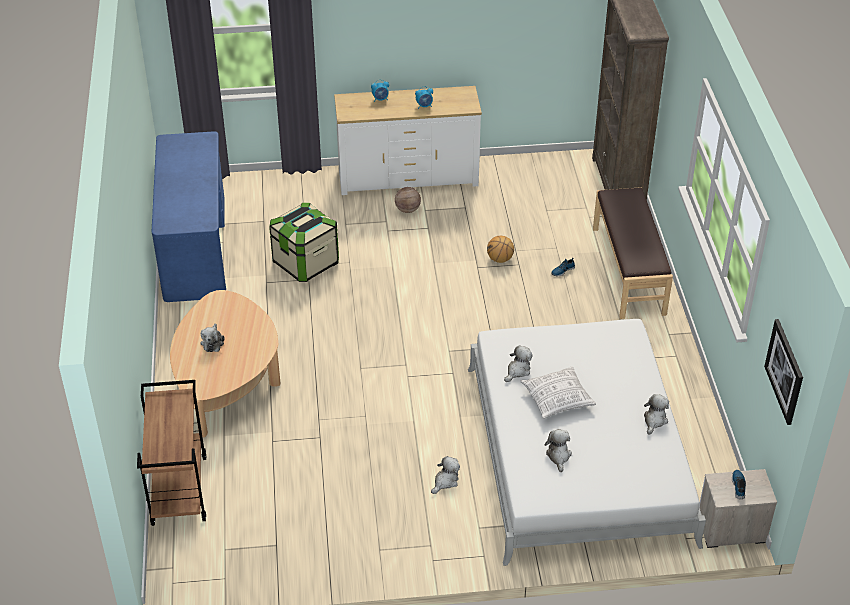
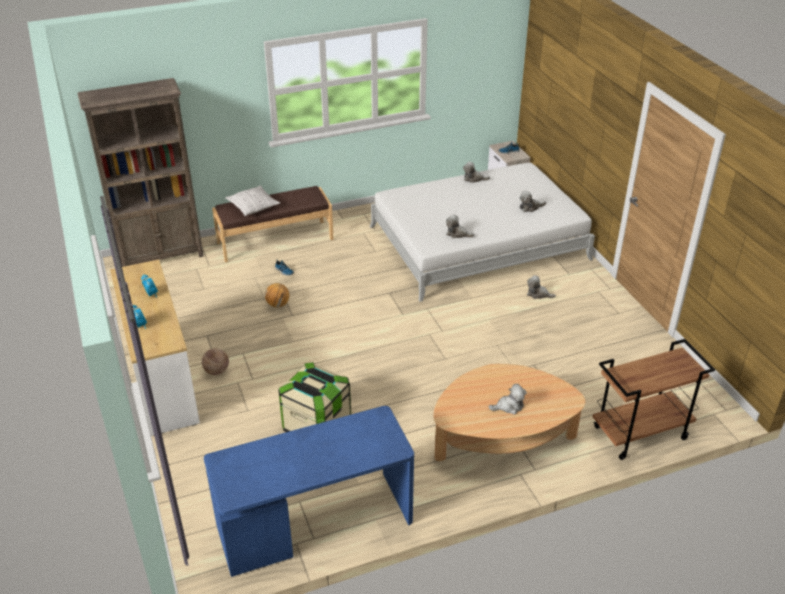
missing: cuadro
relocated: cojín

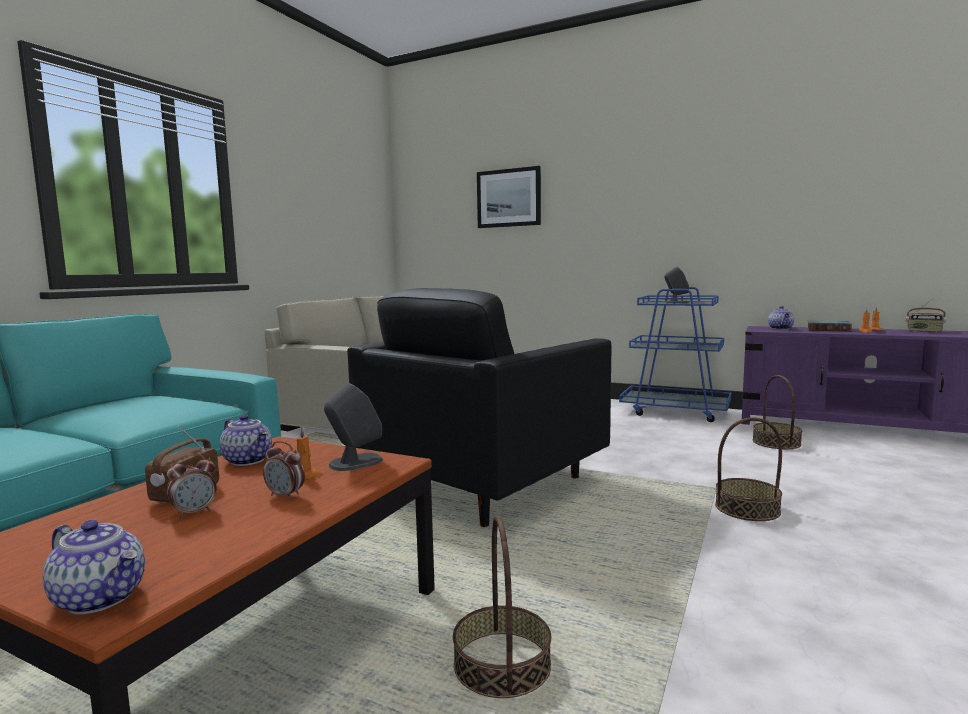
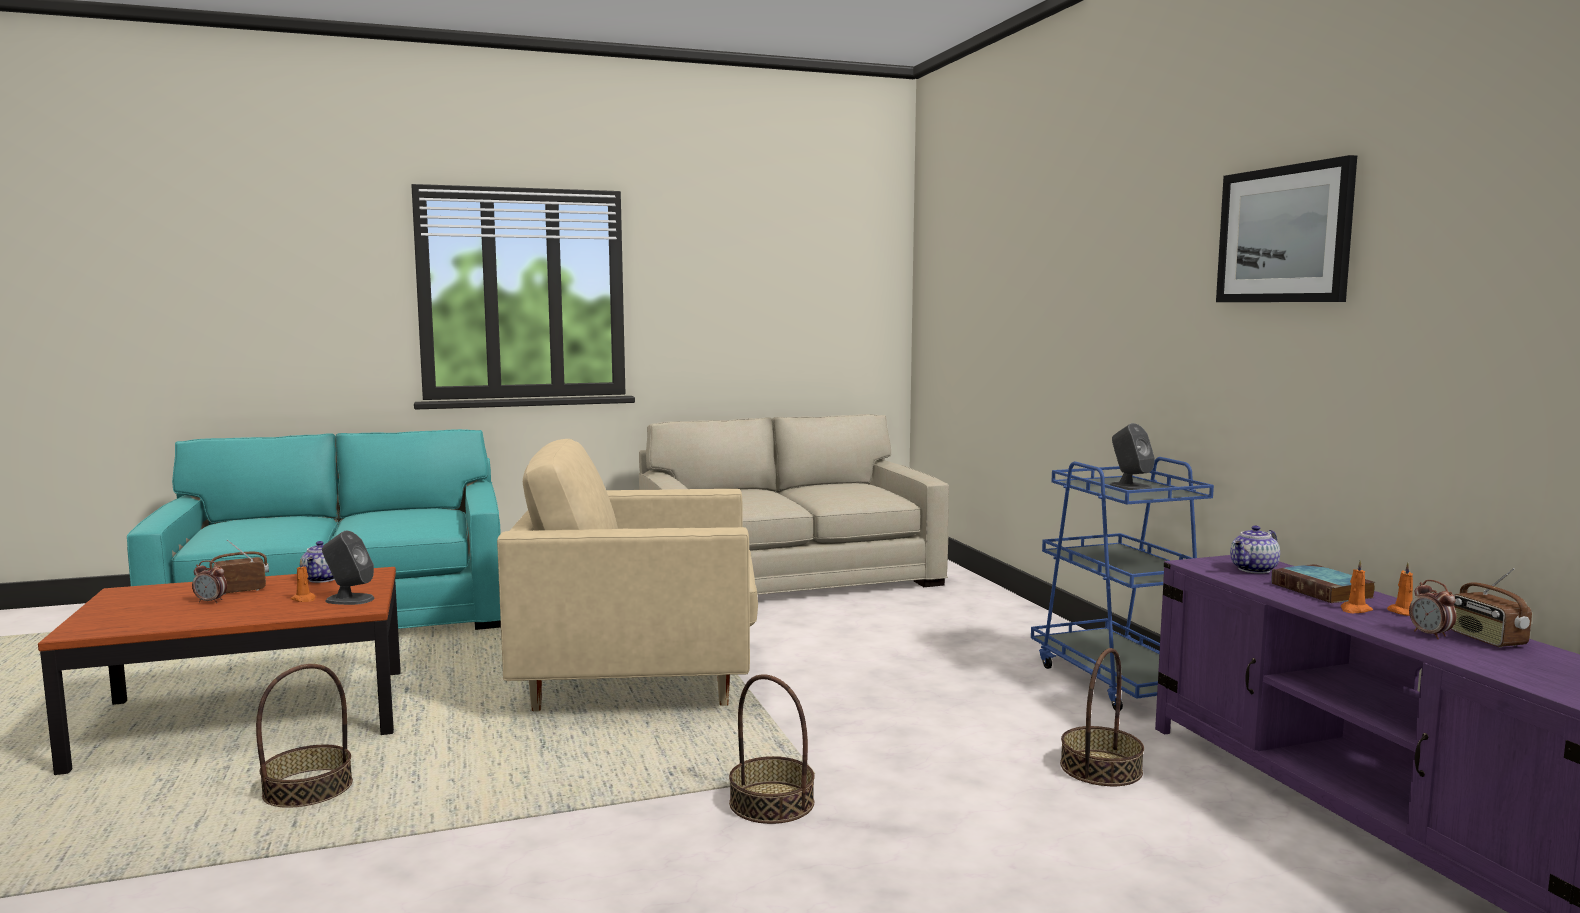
missing: tetera (no. 1 from left)
relocated: despertador (no. 2 from left); cuadro
colour: sillón/negro to sillón/beis

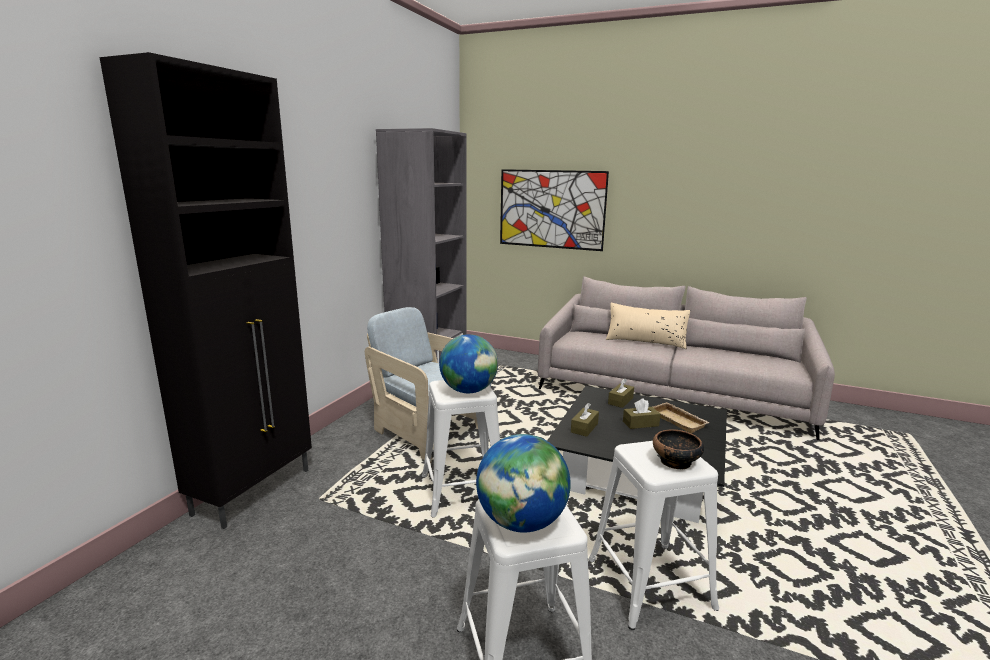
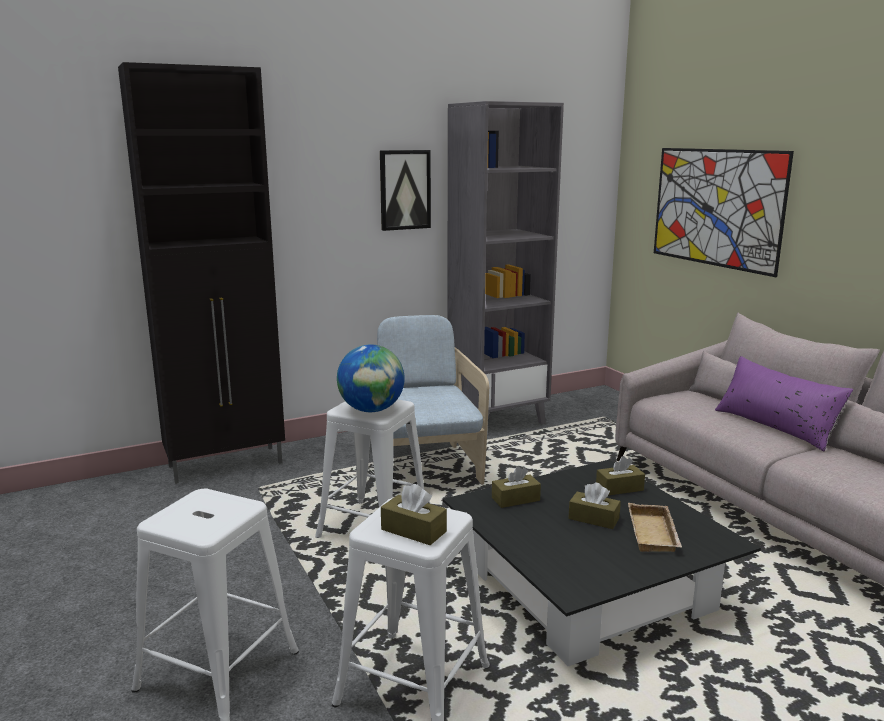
missing: globo terráqueo (no. 2 from left)
appeared: cuadro (no. 1 from left)
exchanged: cuenco to caja de pañuelos/marrón (no. 1 from left)
colour: cojín/beis to cojín/morado

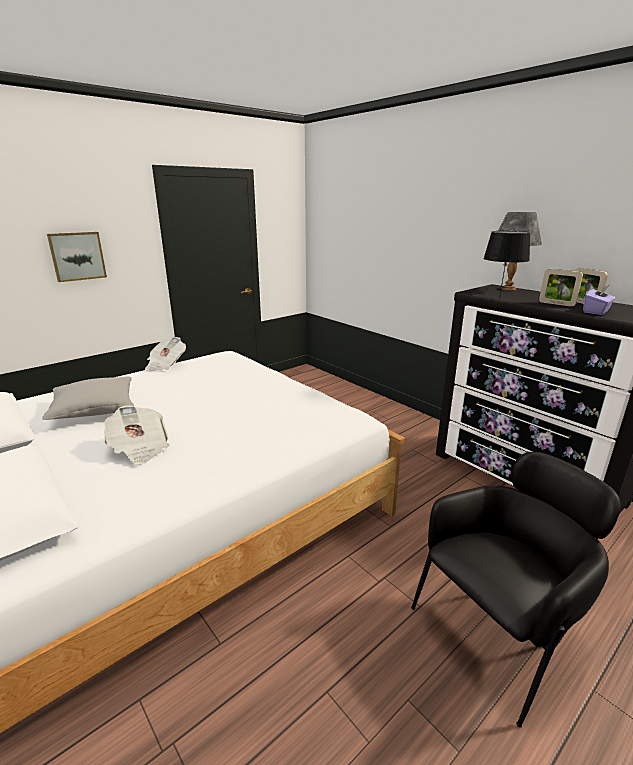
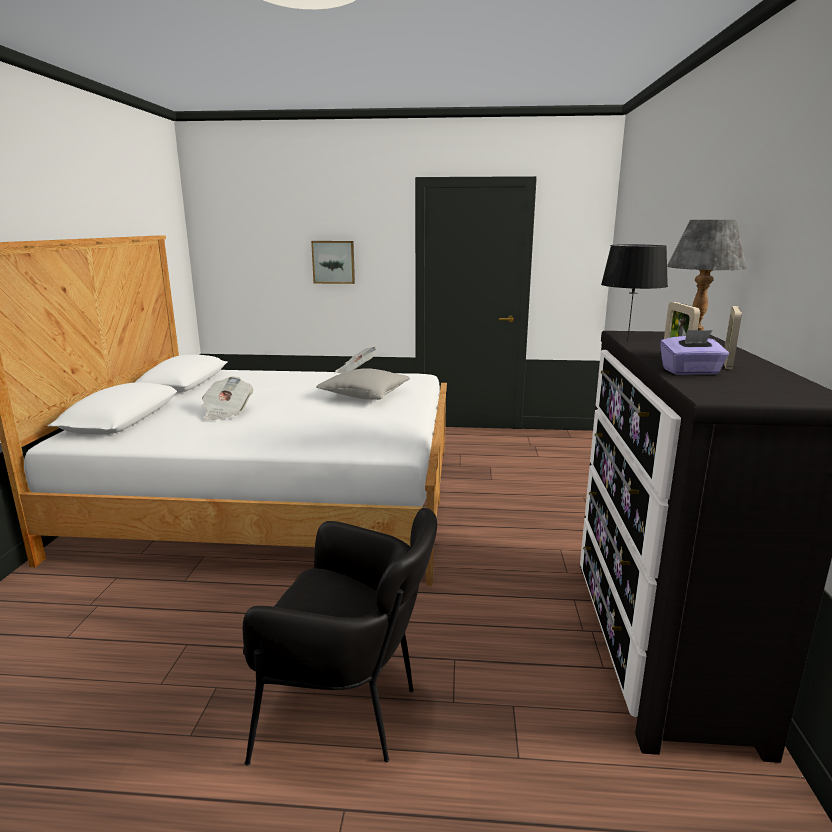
relocated: cojín/gris

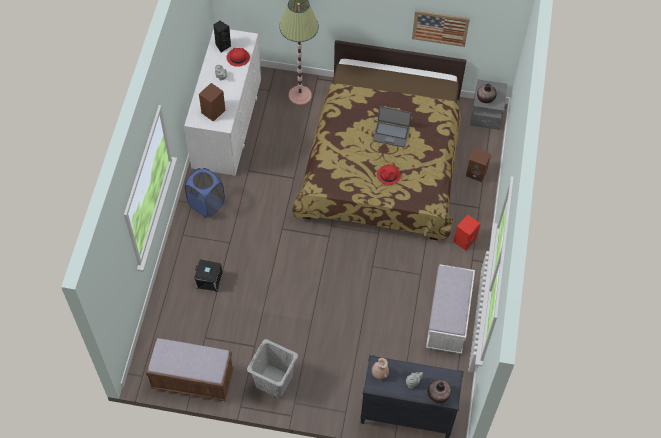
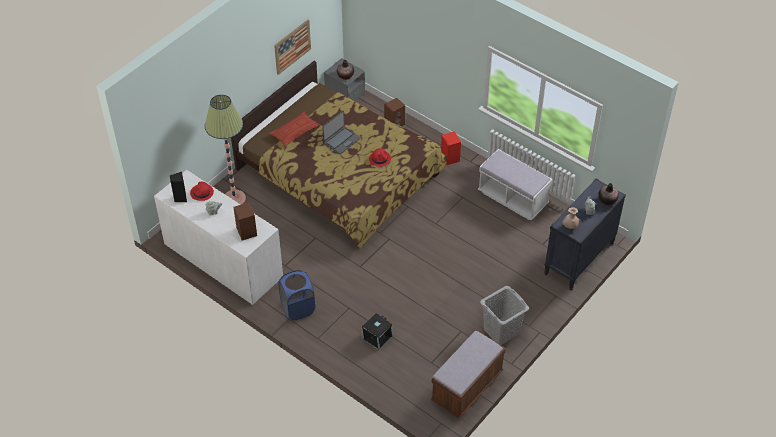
appeared: cojín

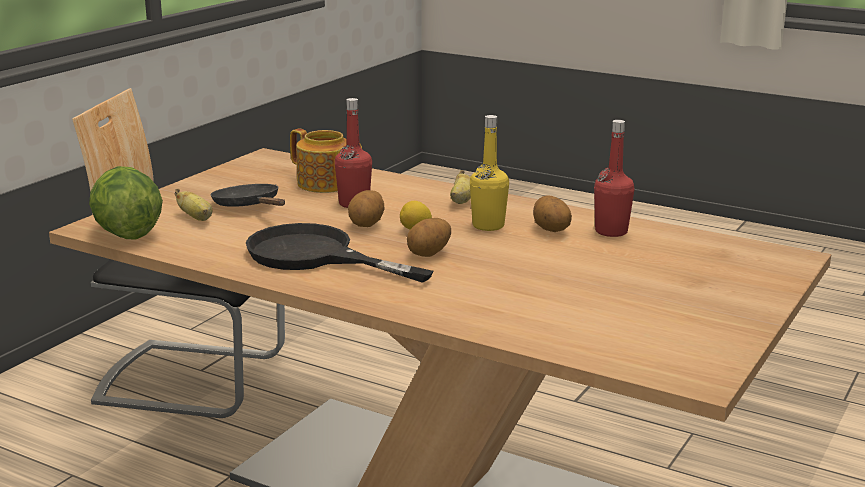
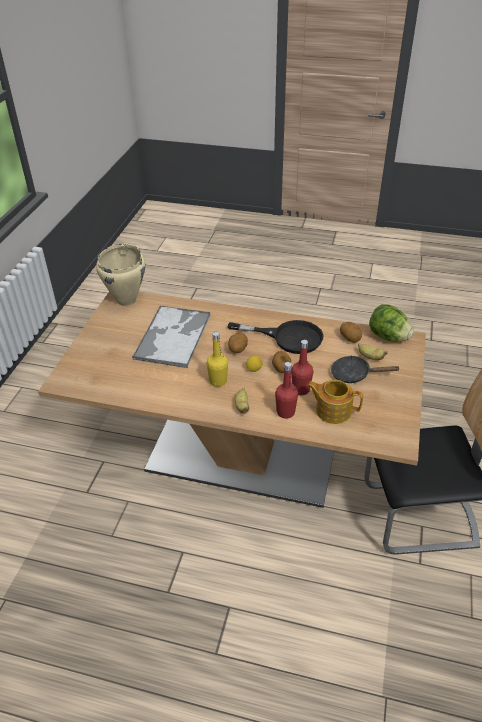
appeared: olla/beis; bandeja
relocated: patata (no. 3 from left); botella/rojo (no. 2 from left in the first image) to botella/rojo (no. 1 from left)
spun: sartén/negro (no. 1 from left in the first image) 150 degrees clockwise

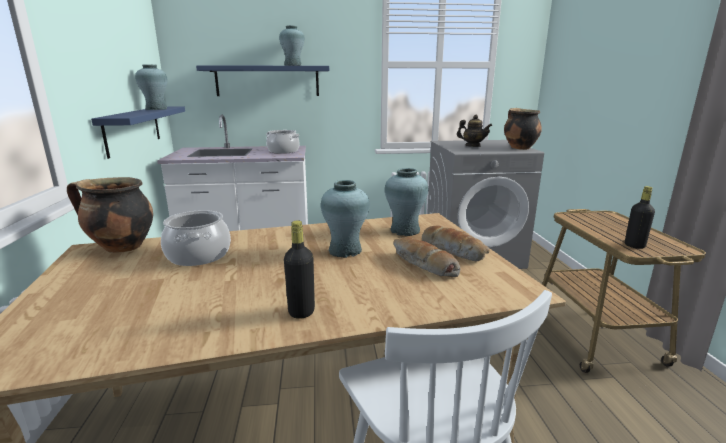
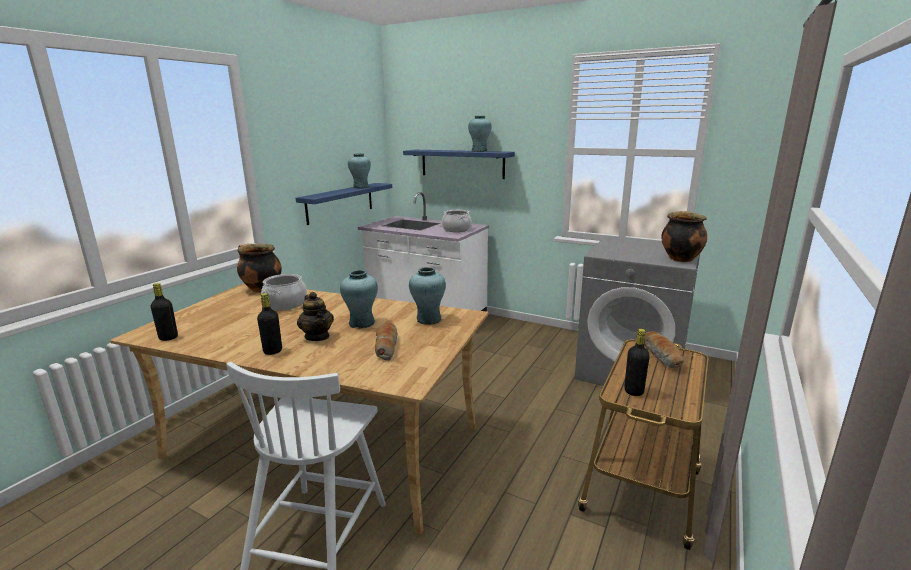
appeared: botella/negro (no. 1 from left)
relocated: pan (no. 2 from left); tetera

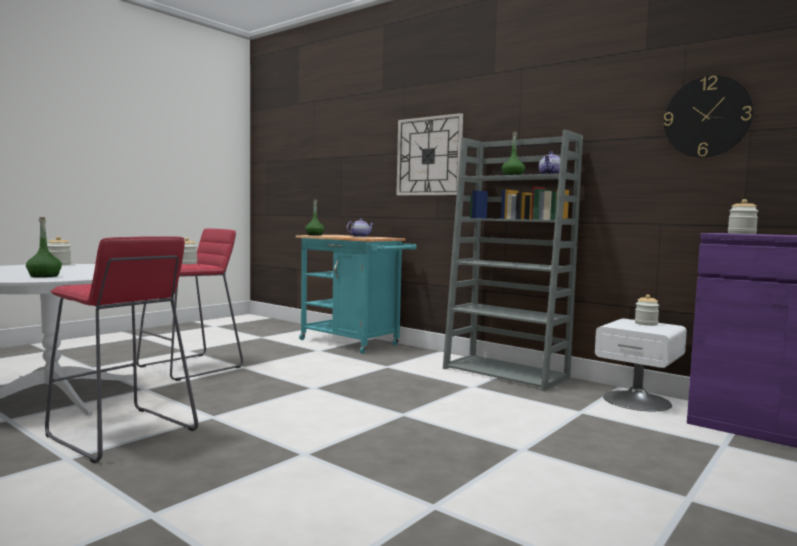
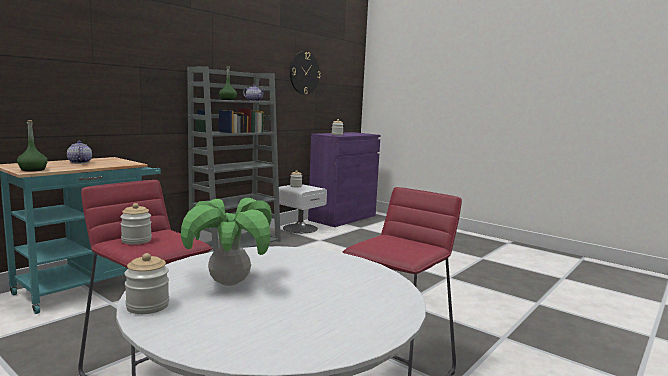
missing: botella/verde (no. 1 from left); reloj de pared (no. 1 from left)
appeared: planta en maceta

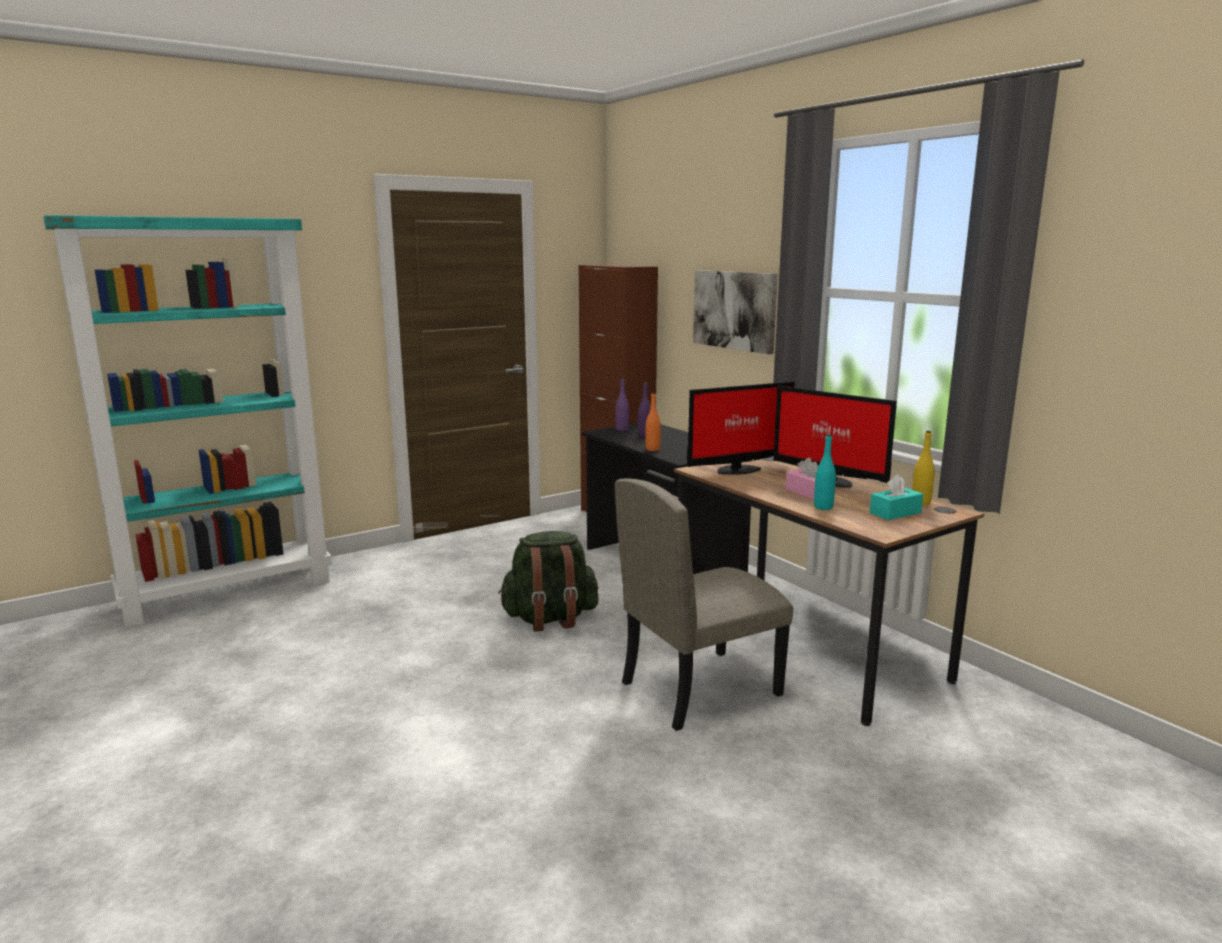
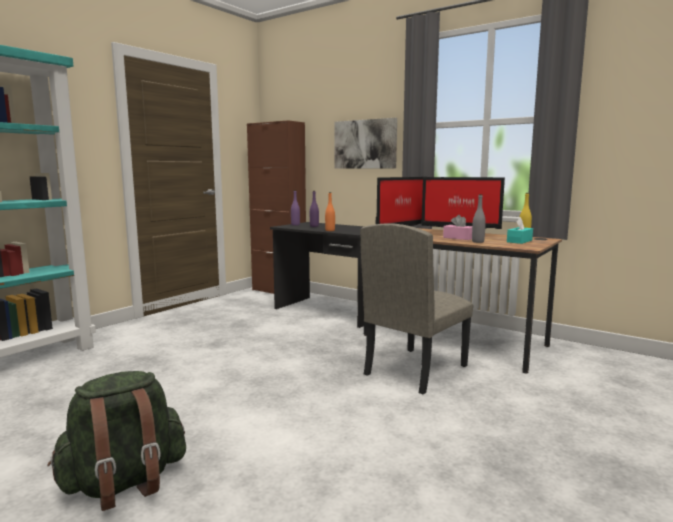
relocated: mochila/verde
colour: botella/turquesa to botella/gris

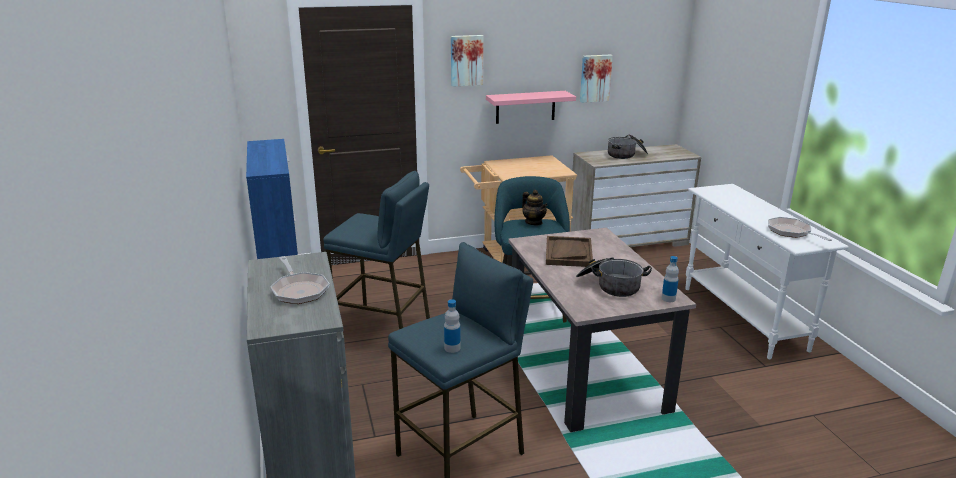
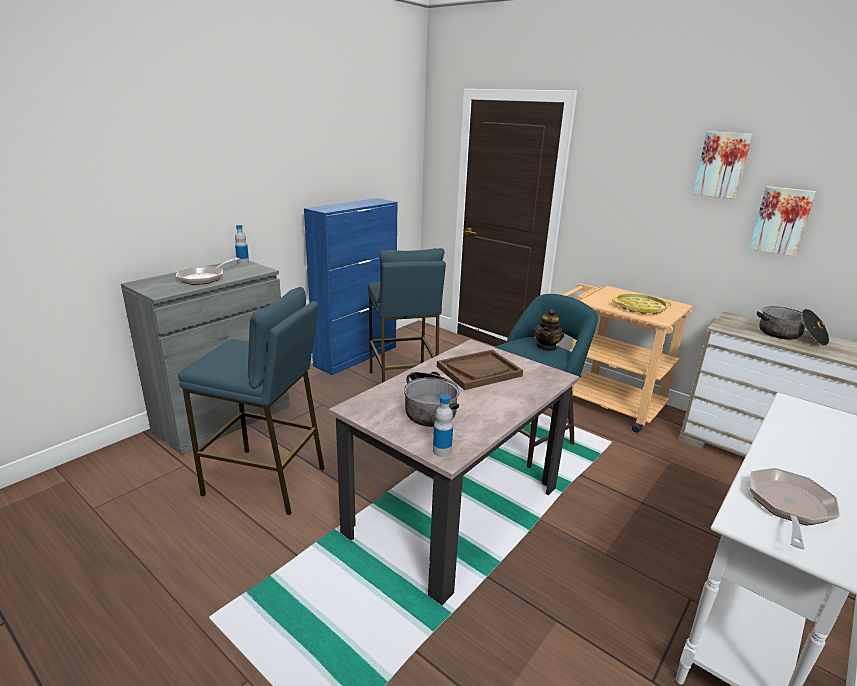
missing: estante/rosa
appeared: bandeja/amarillo
relocated: botella (no. 1 from left); cuadro (no. 1 from left)

